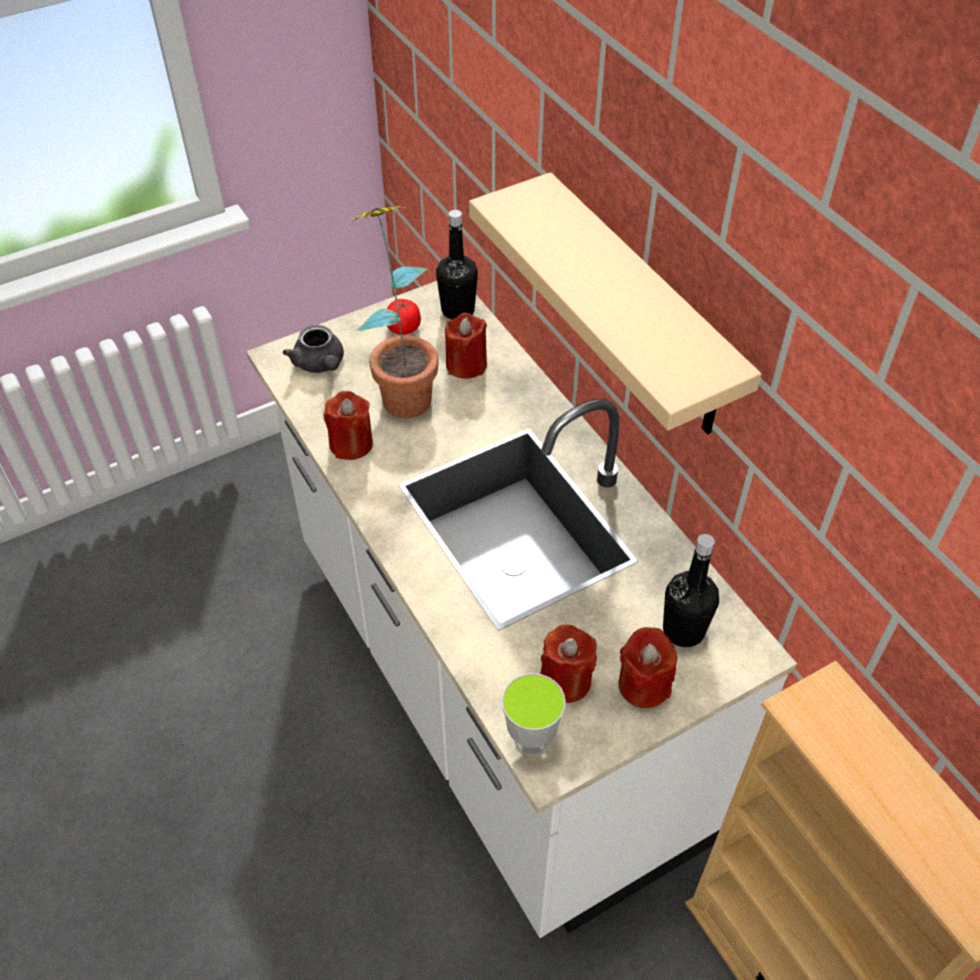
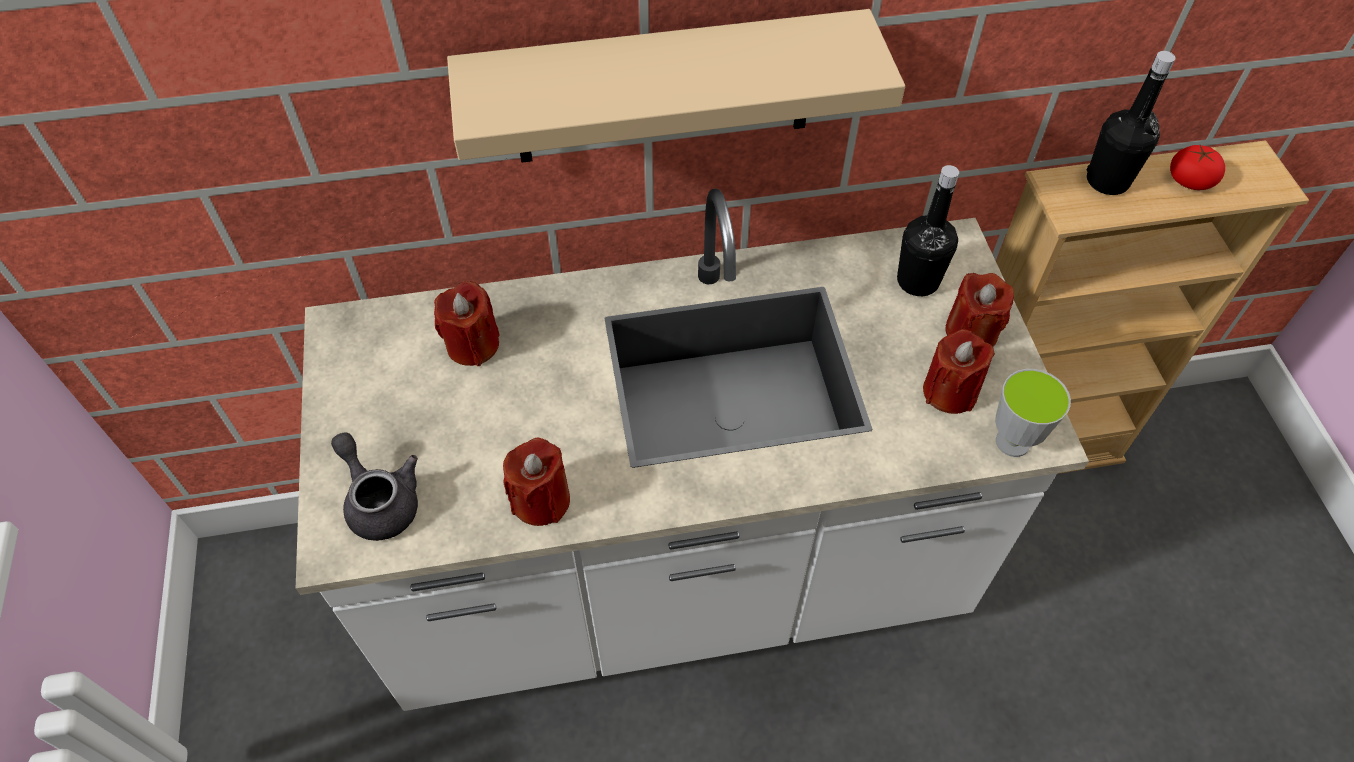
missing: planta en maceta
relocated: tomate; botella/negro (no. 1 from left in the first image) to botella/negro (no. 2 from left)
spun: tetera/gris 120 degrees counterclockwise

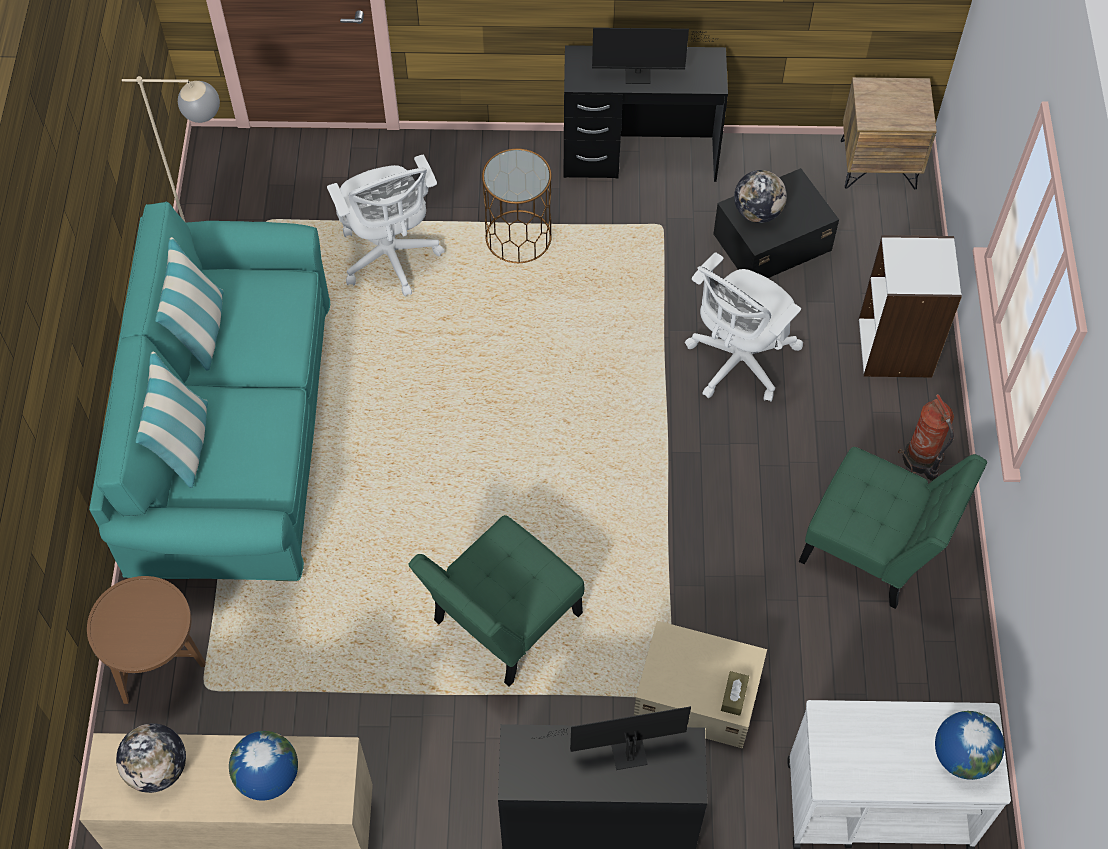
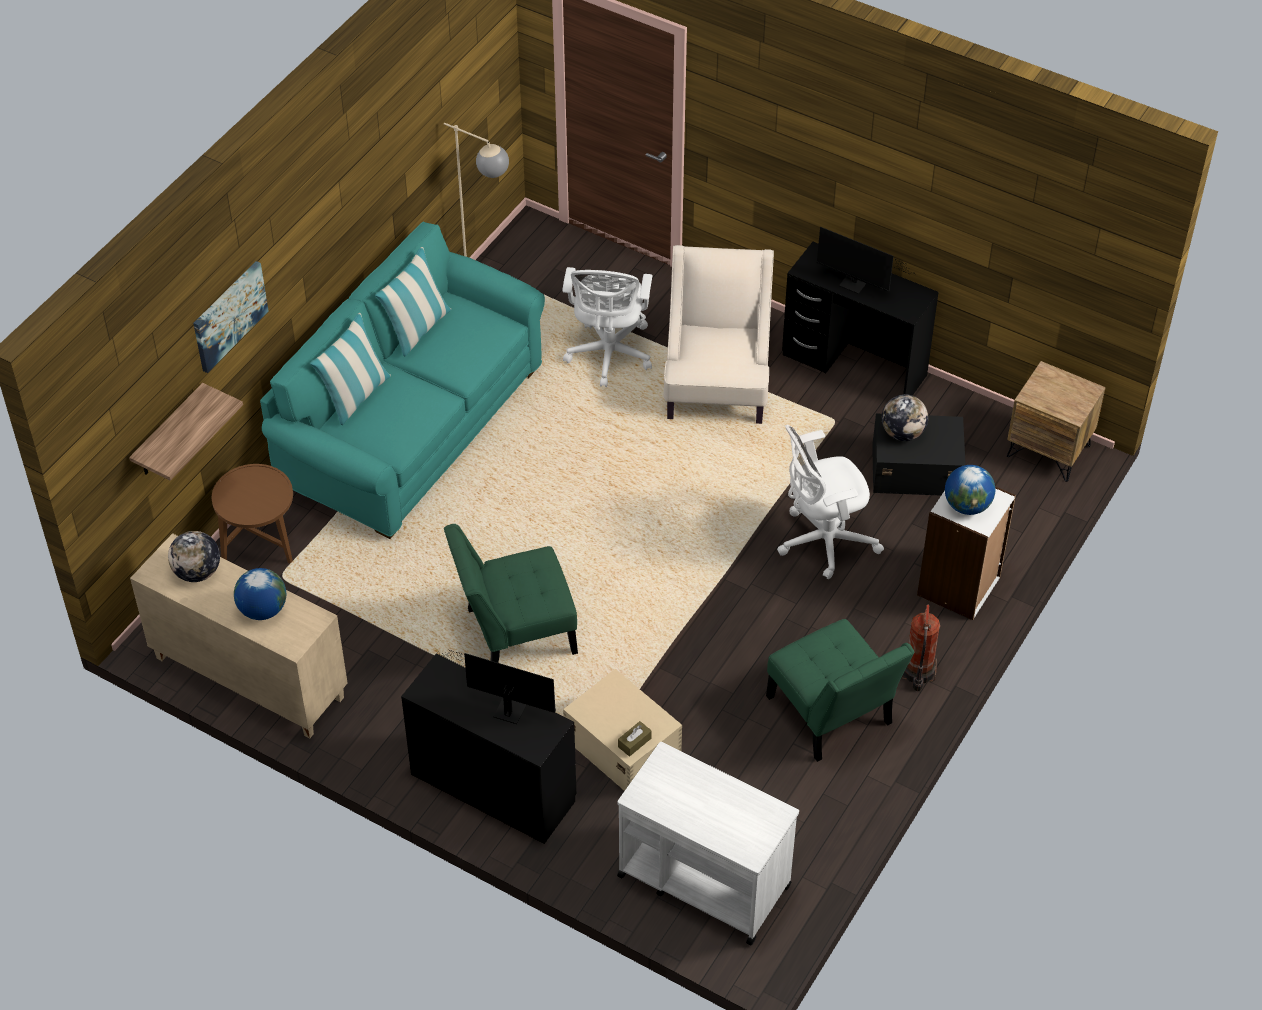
appeared: estante; cuadro
relocated: globo terráqueo (no. 4 from left)
exchanged: mesa auxiliar/marrón (no. 2 from left) to sillón/beis

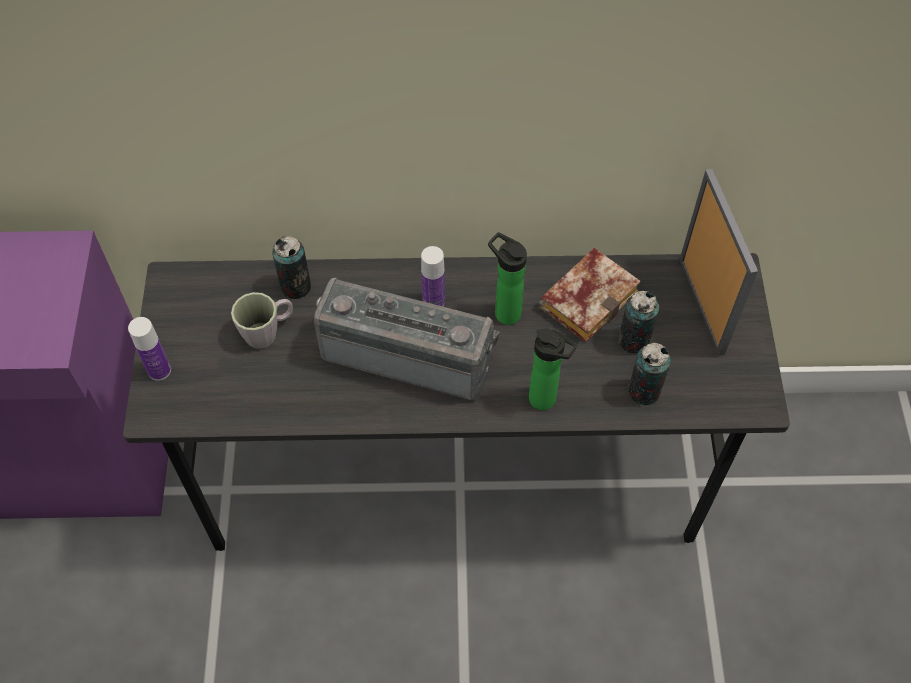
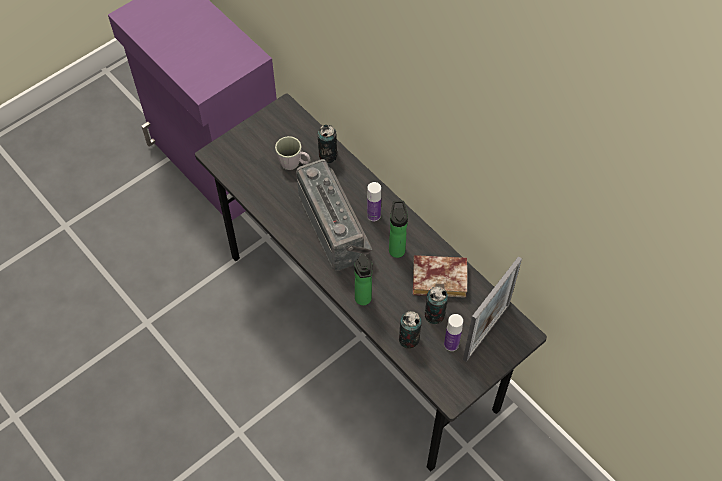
relocated: botella (no. 1 from left in the first image) to botella (no. 4 from left)

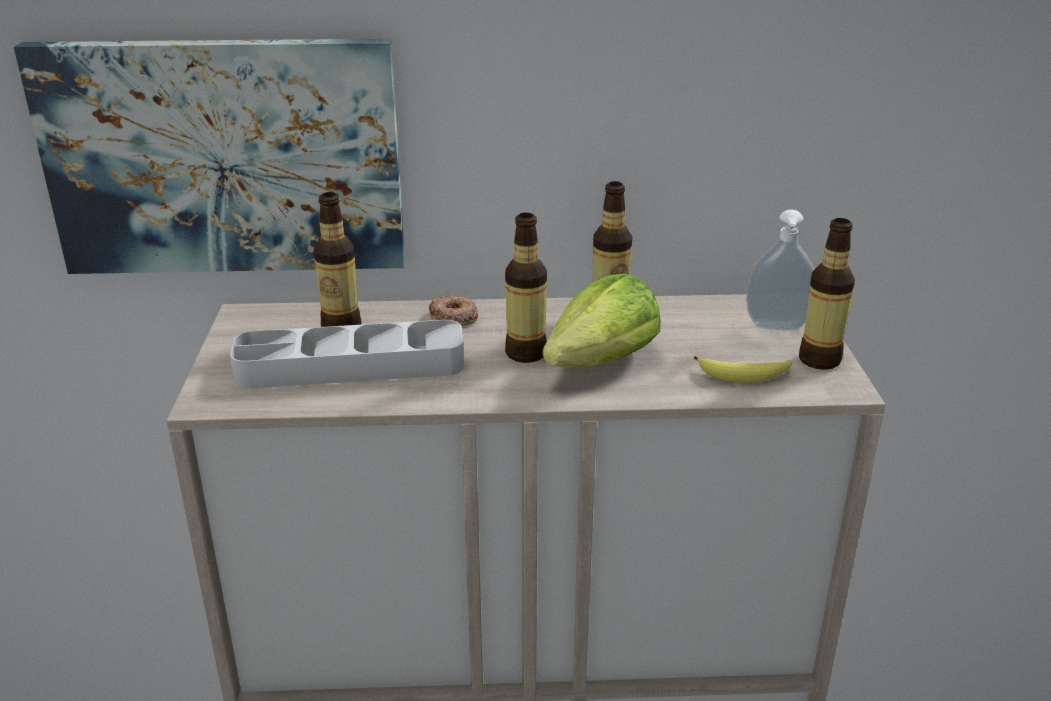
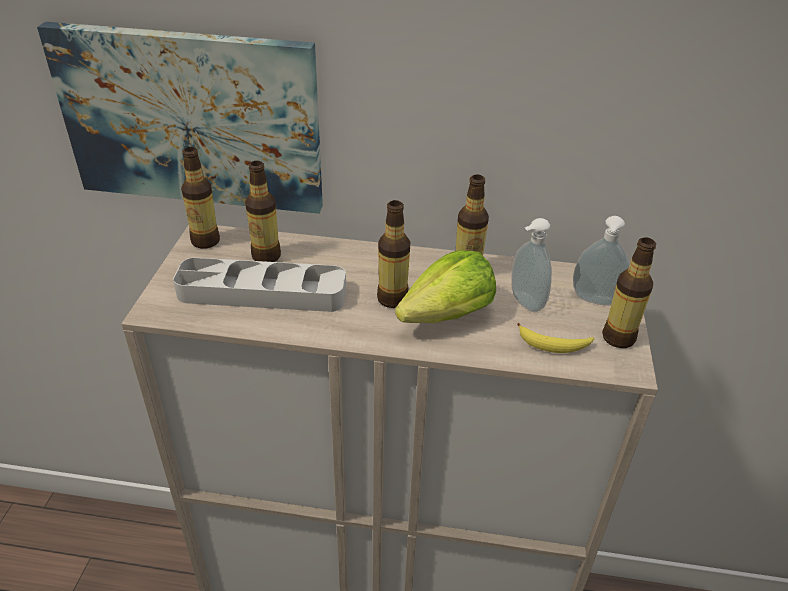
missing: rosquilla
appeared: botella (no. 1 from left); dispensador de jabón (no. 1 from left)

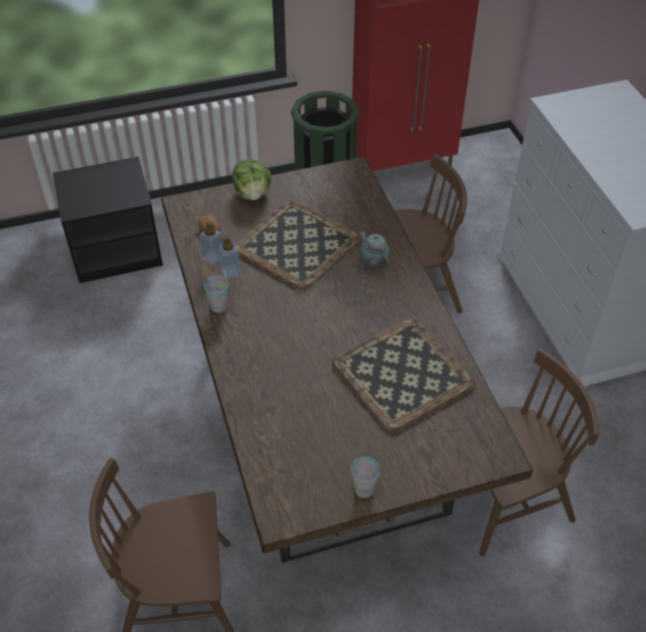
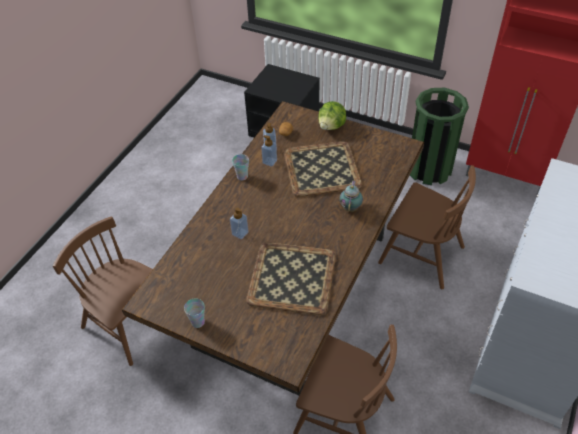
appeared: dispensador de jabón (no. 1 from left)

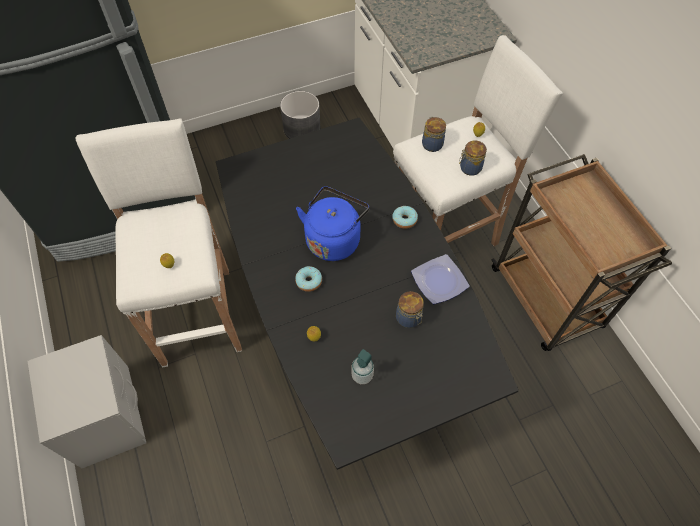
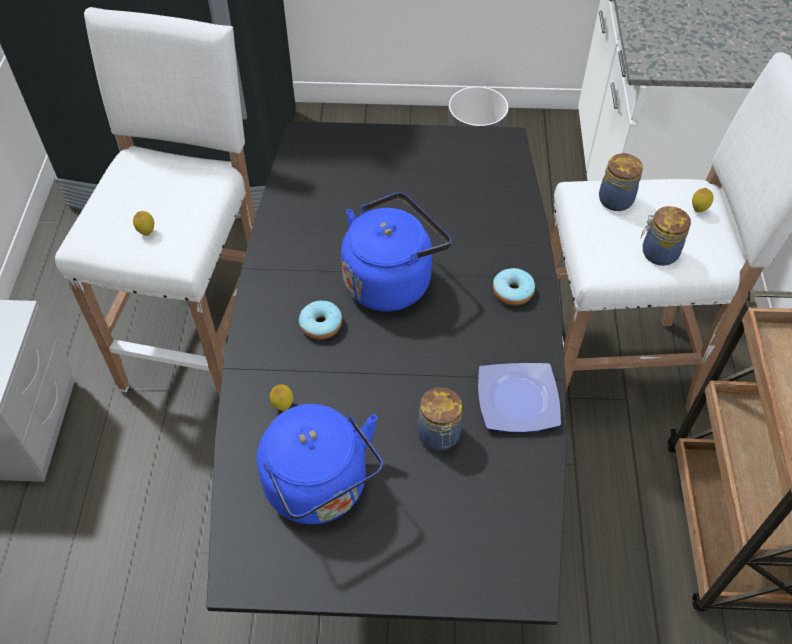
exchanged: dispensador de jabón to hervidor/azul (no. 1 from left)

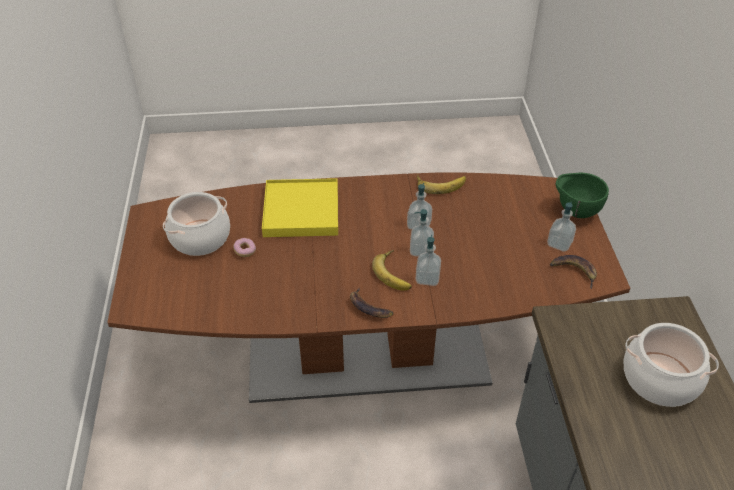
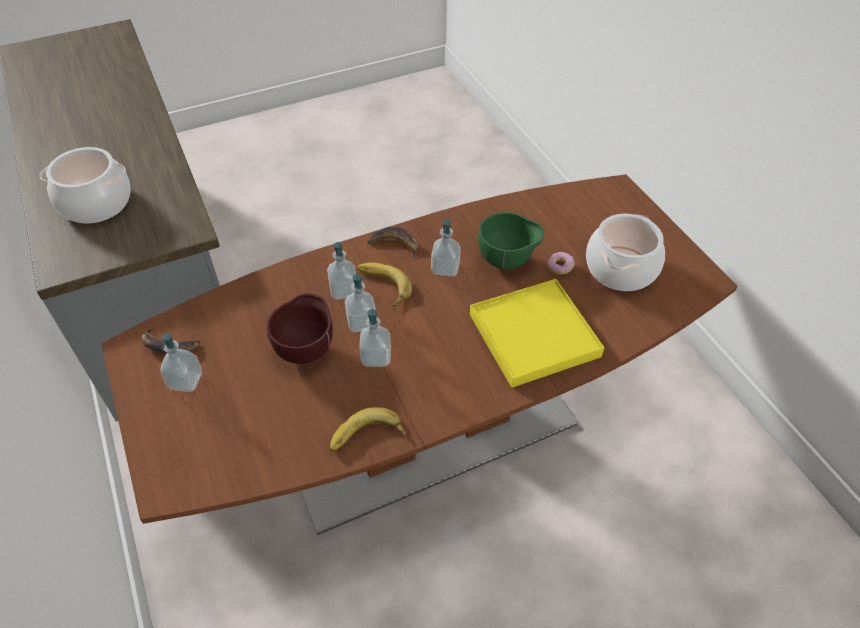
appeared: cuenco/marrón; dispensador de jabón (no. 5 from left)
relocated: cuenco/verde

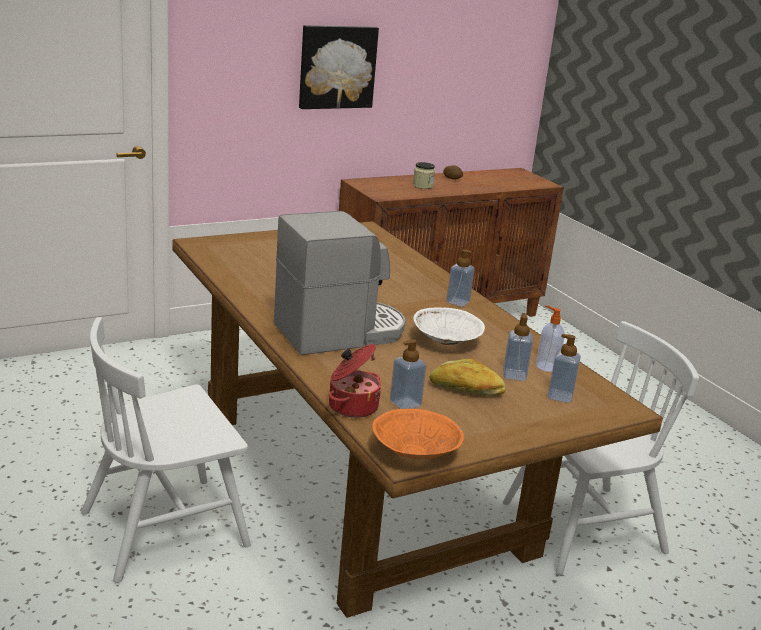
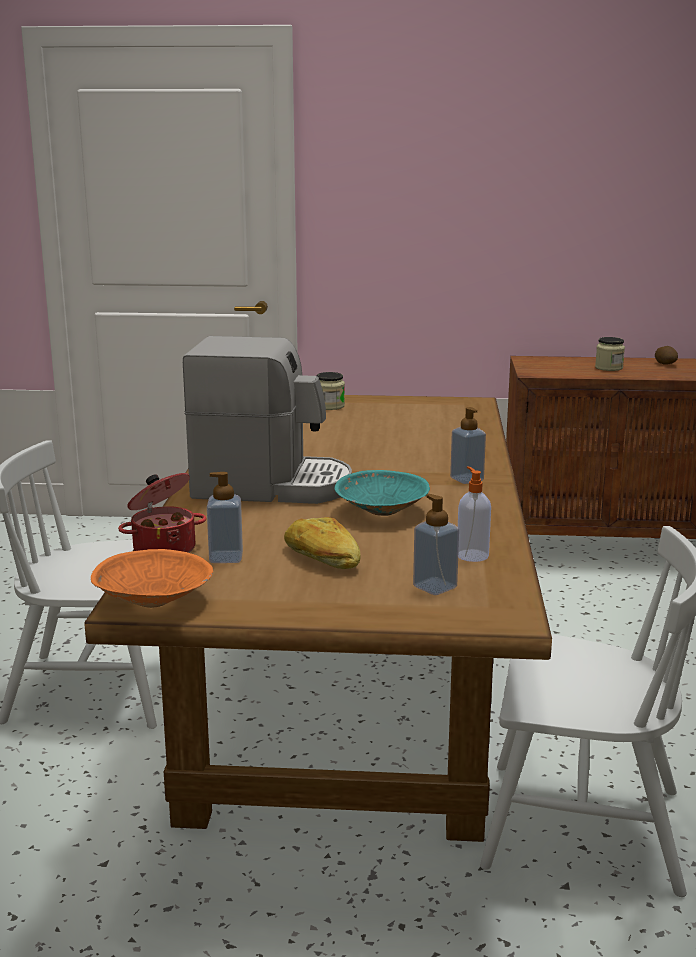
missing: cuadro; dispensador de jabón (no. 3 from left)
appeared: tarro (no. 1 from left)
colour: cuenco/blanco to cuenco/turquesa

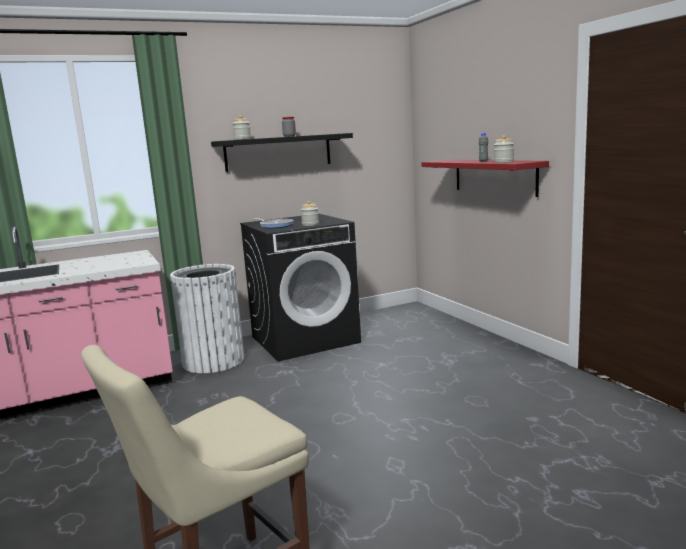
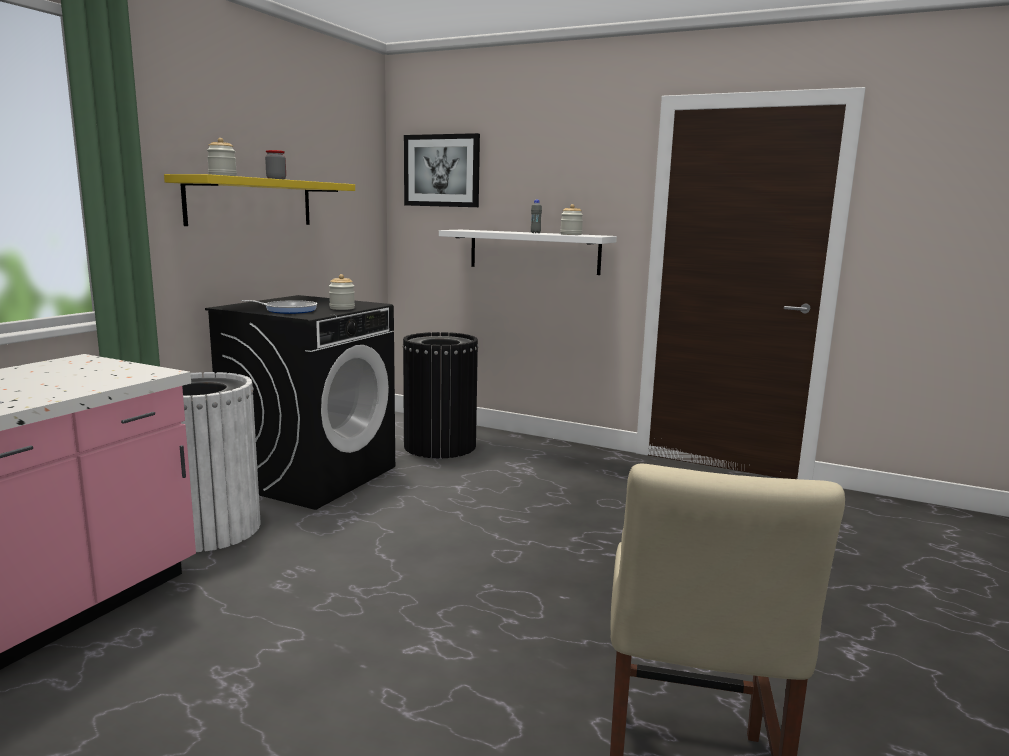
appeared: papelera/negro; cuadro
colour: estante/negro to estante/amarillo; estante/rojo to estante/blanco

